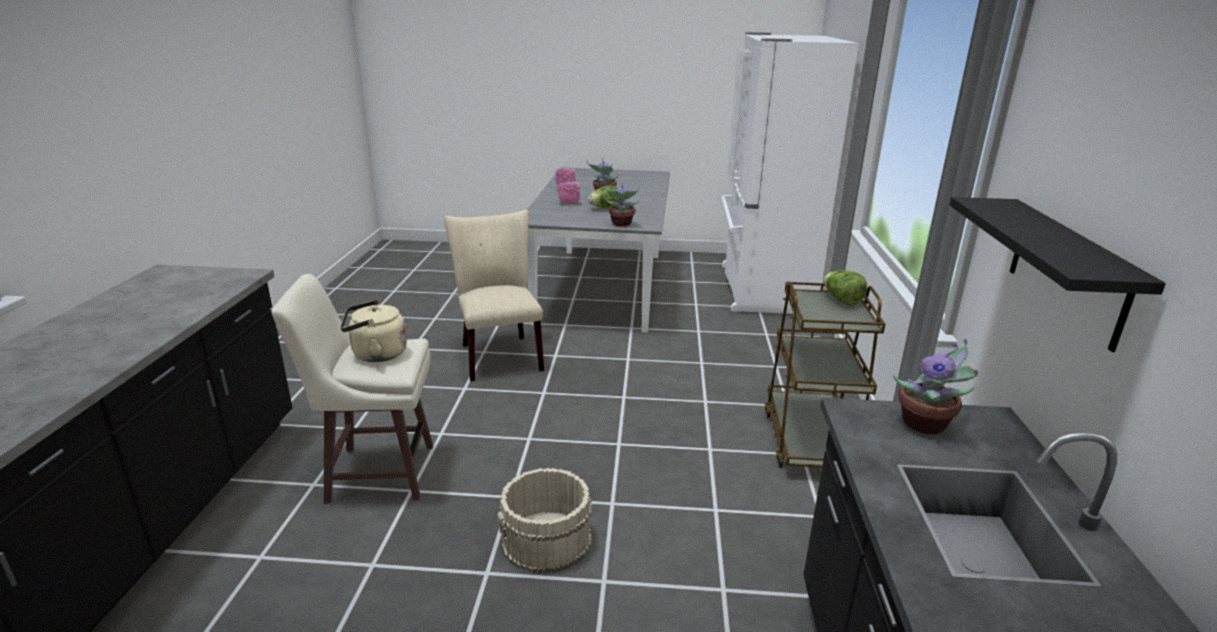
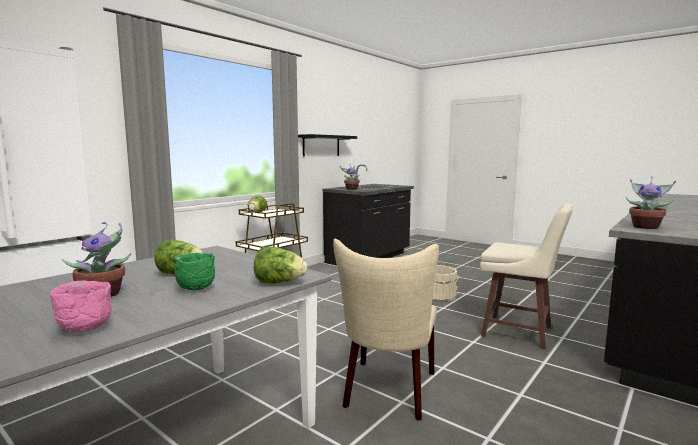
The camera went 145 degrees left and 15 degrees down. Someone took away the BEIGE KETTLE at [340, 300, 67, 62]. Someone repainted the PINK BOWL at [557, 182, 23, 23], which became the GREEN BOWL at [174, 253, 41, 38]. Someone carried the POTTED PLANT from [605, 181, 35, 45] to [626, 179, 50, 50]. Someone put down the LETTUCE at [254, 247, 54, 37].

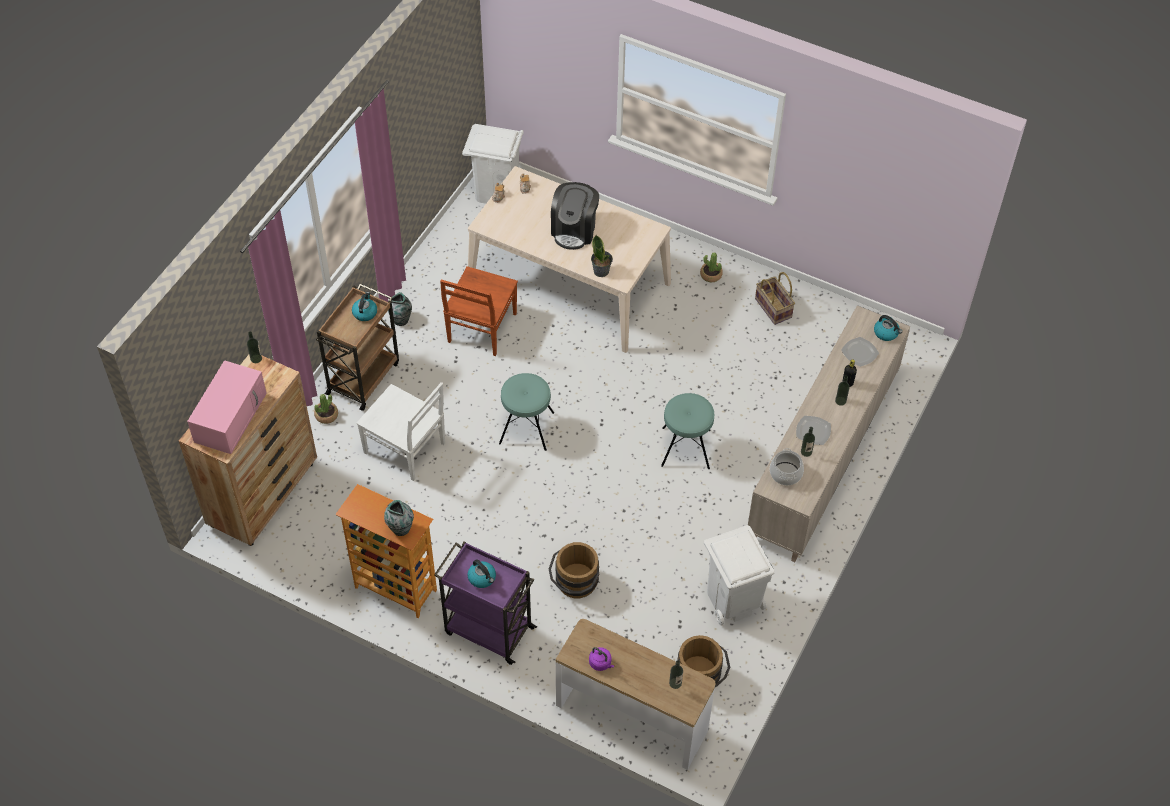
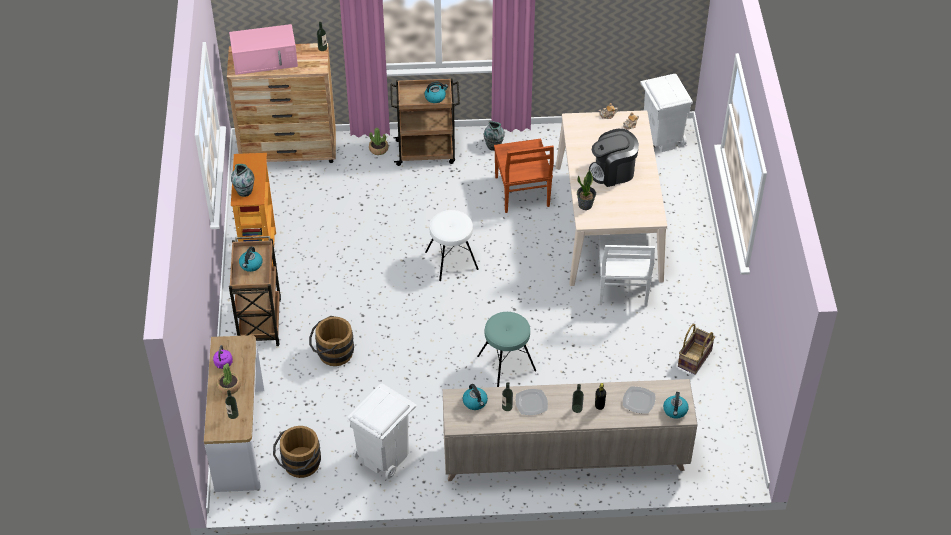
The camera went 60 degrees right and 5 degrees down. Someone carried the WHITE CHAIR from [356, 382, 89, 99] to [599, 234, 56, 72]. Someone repainted the PURPLE CART at [434, 541, 103, 124], which became the BROWN CART at [229, 236, 52, 110]. Someone rotated the BROWN CHAIR at [440, 266, 78, 90] by 90 degrees counterclockwise. Someone repainted the TURQUOISE STOOL at [499, 373, 55, 78], which became the WHITE STOOL at [425, 210, 54, 71]. Someone carried the POTTED PLANT from [700, 252, 23, 30] to [217, 363, 24, 32]. Someone swapped the COOKING POT at [770, 448, 34, 38] for the KETTLE at [463, 384, 25, 26].

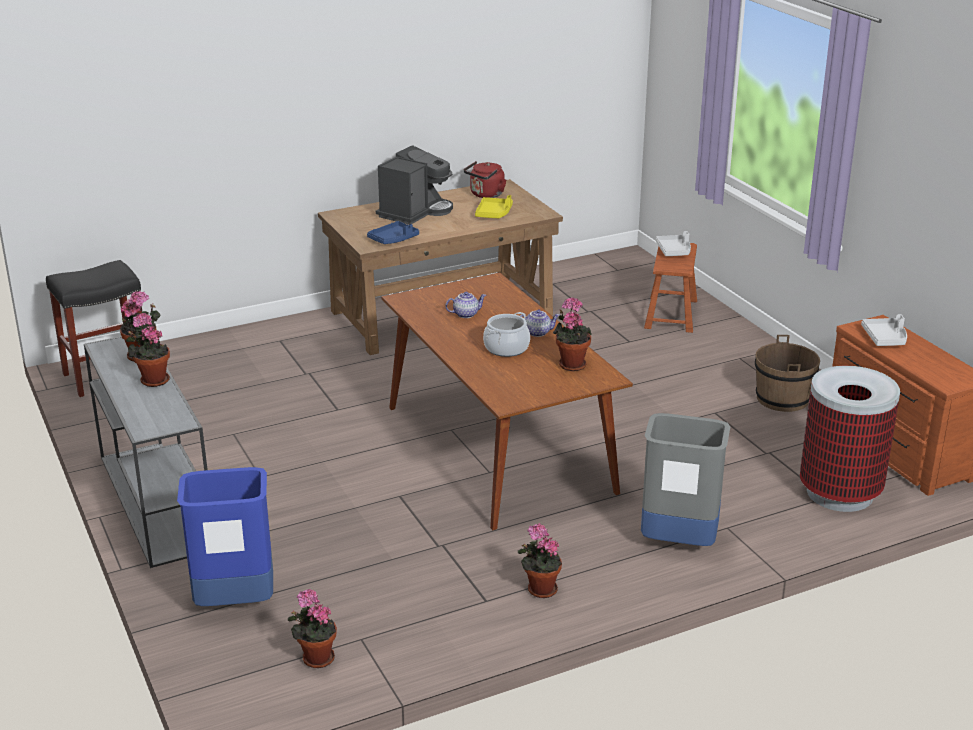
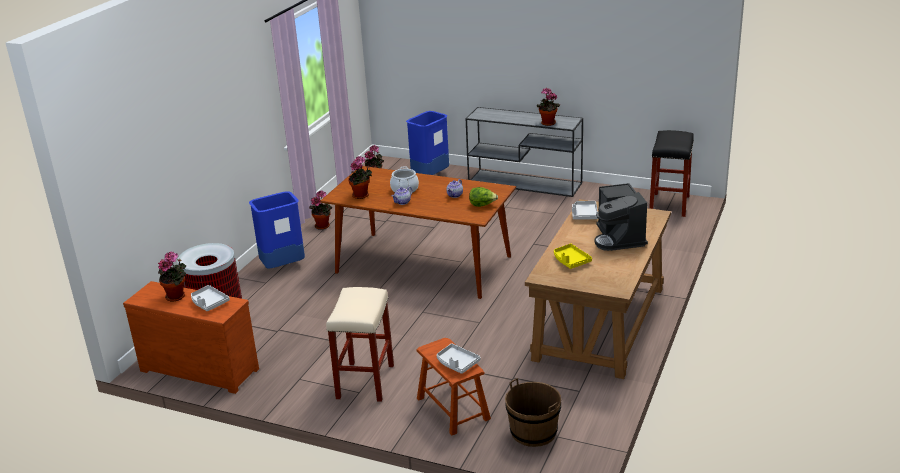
The camera went 140 degrees right and 0 degrees up. Someone carried the POTTED PLANT from [126, 313, 44, 74] to [158, 251, 28, 50]. Someone repainted the BLUE TRAY at [367, 221, 52, 23], which became the GREY TRAY at [572, 201, 26, 19]. Someone took away the RED KETTLE at [464, 161, 42, 37]. Someone repainted the GREY TRASH CAN at [641, 413, 89, 133], which became the BLUE TRASH CAN at [249, 191, 56, 78]. Someone carried the BROWN BUCKET from [755, 335, 65, 77] to [505, 378, 56, 69]. Someone put down the BEIGE STOOL at [326, 287, 68, 115]. Someone put down the LETTUCE at [469, 187, 29, 20].

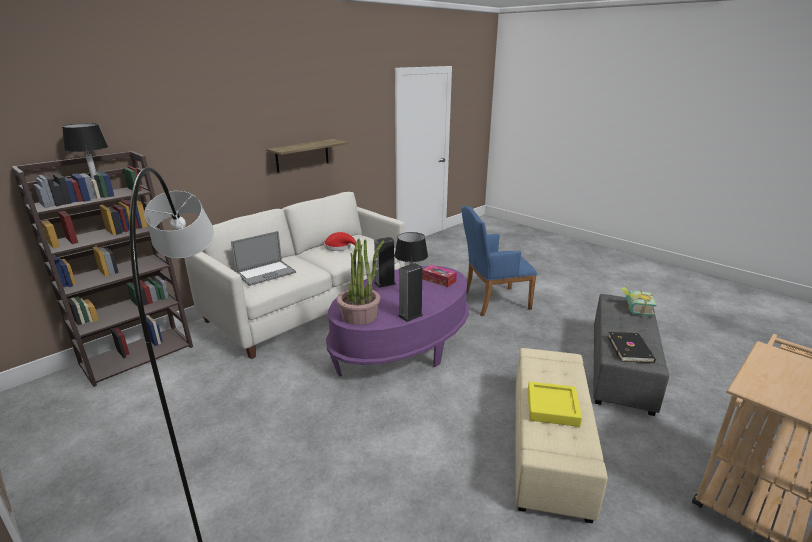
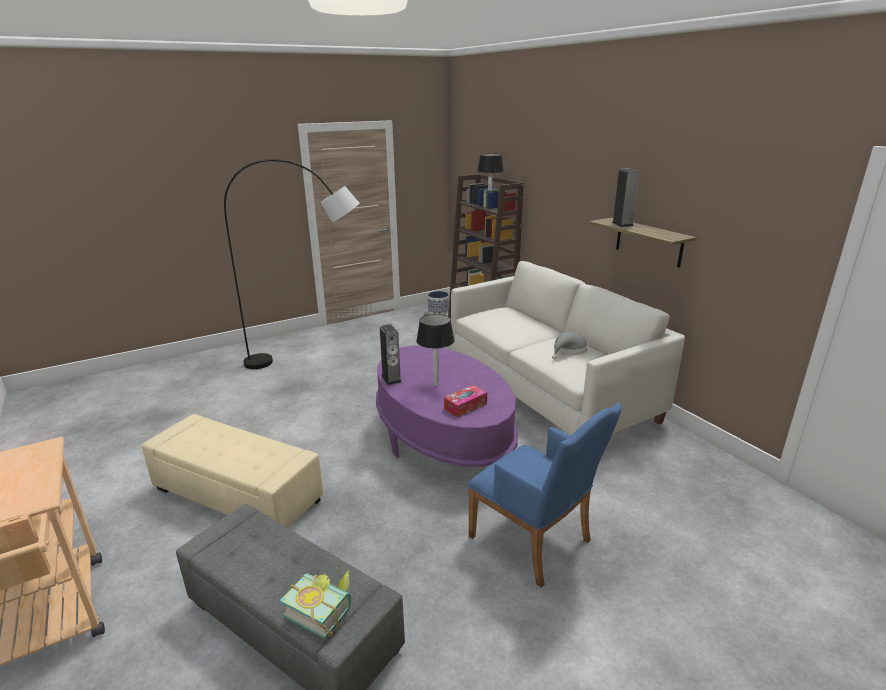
The camera went 105 degrees right and 0 degrees up. Someone took away the LAPTOP at [231, 231, 65, 55]. Someone repainted the RED HAT at [324, 232, 34, 20], which became the GREY HAT at [552, 331, 36, 28]. Someone took away the POTTED PLANT at [337, 239, 47, 86]. Someone carried the SPEAKER from [374, 237, 22, 51] to [611, 169, 29, 58]. Someone rotated the BLUE ARMCHAIR at [462, 206, 75, 110] by 135 degrees clockwise. Someone took away the YELLOW TRAY at [528, 382, 54, 45]. Someone took away the BLACK BOOK at [607, 332, 49, 31]. Someone put down the PLANTER at [428, 291, 21, 24].

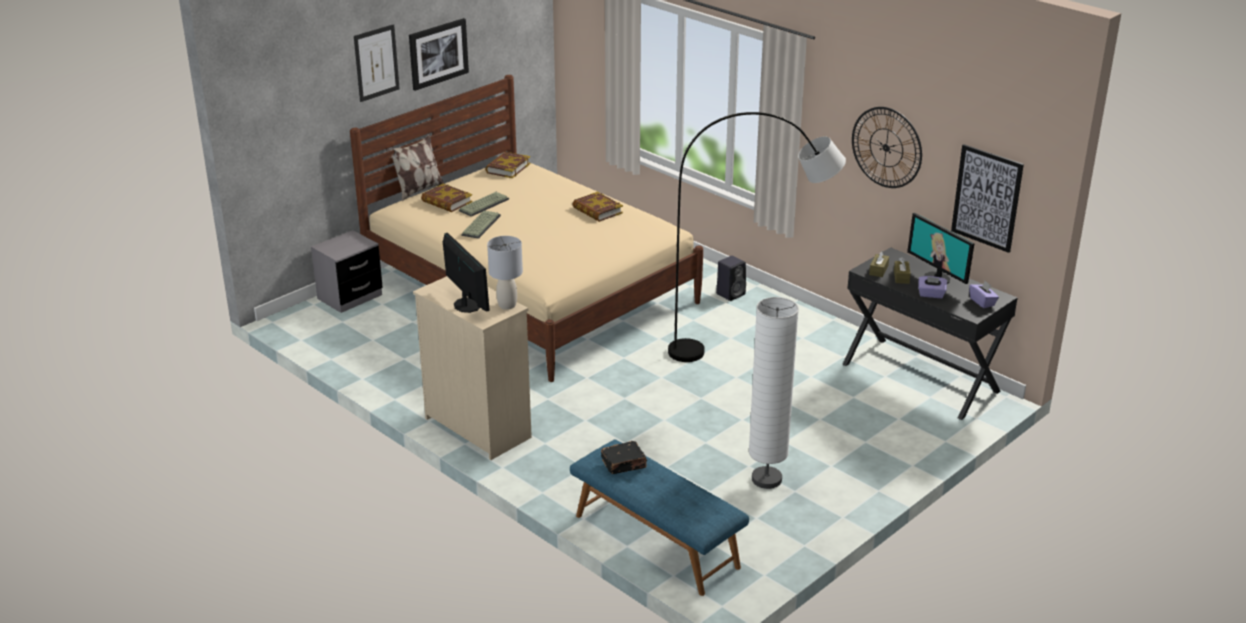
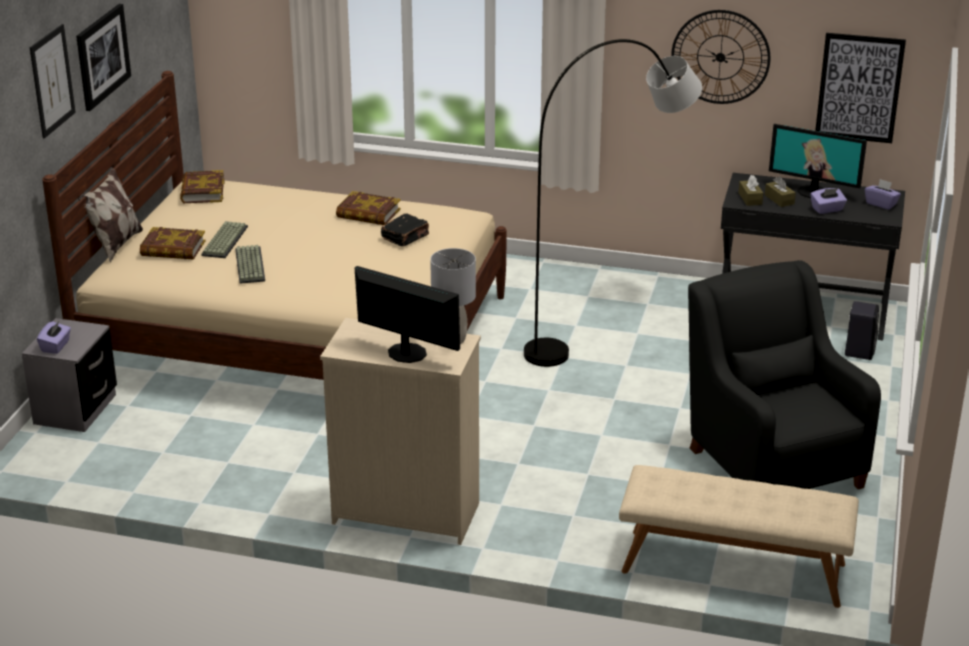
The camera went 30 degrees left and 0 degrees up. Someone repainted the BLUE BENCH at [570, 440, 179, 156], which became the BEIGE BENCH at [619, 465, 240, 143]. Someone carried the BLACK BOOK from [601, 441, 46, 33] to [381, 213, 48, 33]. Someone carried the BLACK SPEAKER from [716, 256, 30, 45] to [845, 301, 34, 59]. Someone swapped the WHITE FLOOR LAMP at [749, 297, 50, 192] for the BLACK ARMCHAIR at [688, 260, 193, 229]. Someone put down the PURPLE TISSUE BOX at [37, 320, 34, 34].

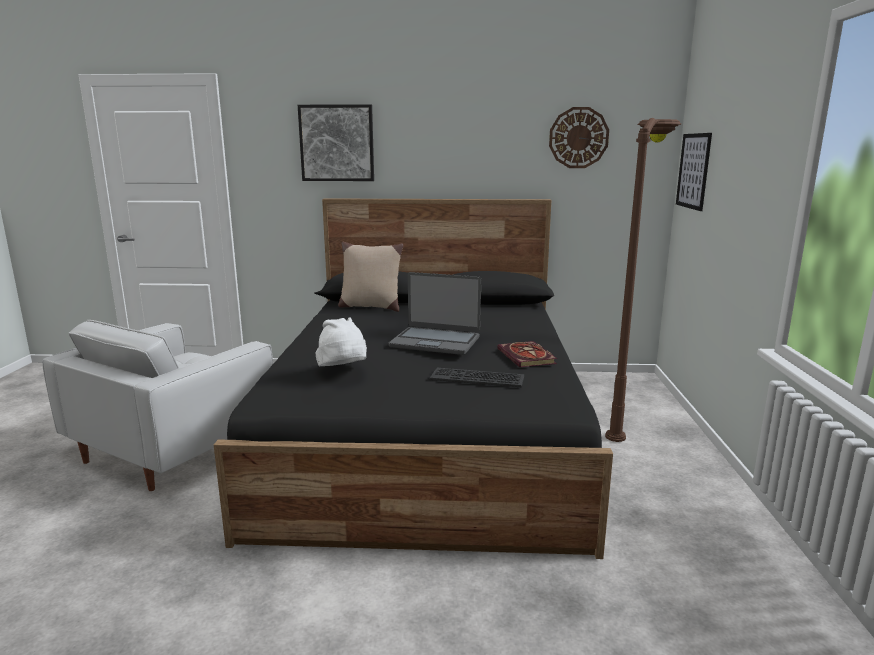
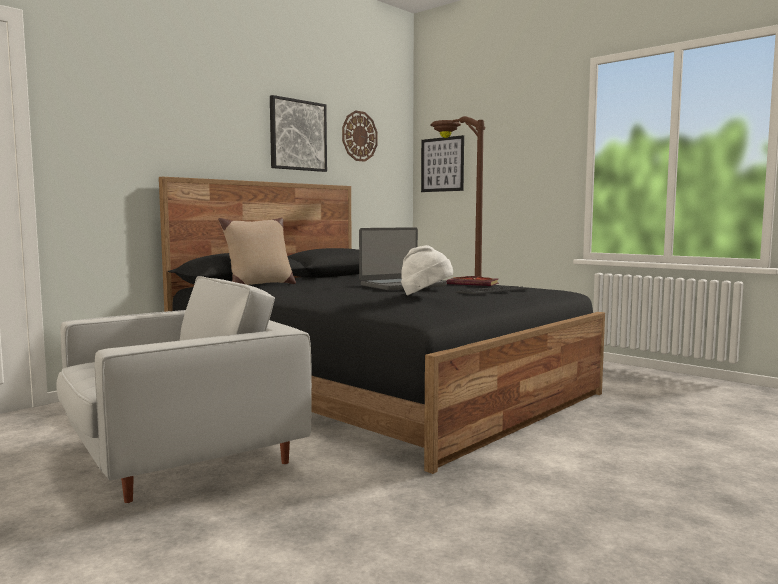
The camera went 50 degrees left and 10 degrees down. Someone rotated the WHITE ARMCHAIR at [42, 320, 231, 171] by 105 degrees counterclockwise. Someone carried the PICTURE from [298, 104, 76, 77] to [270, 95, 57, 77].

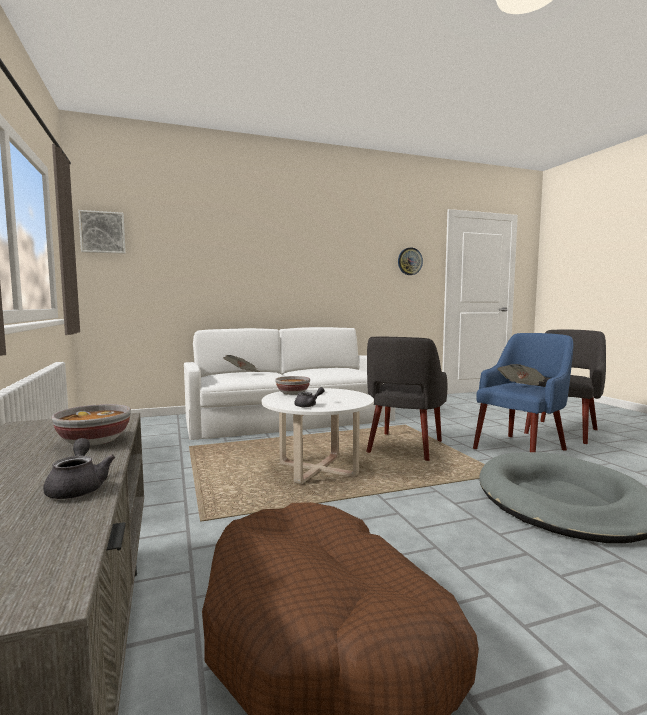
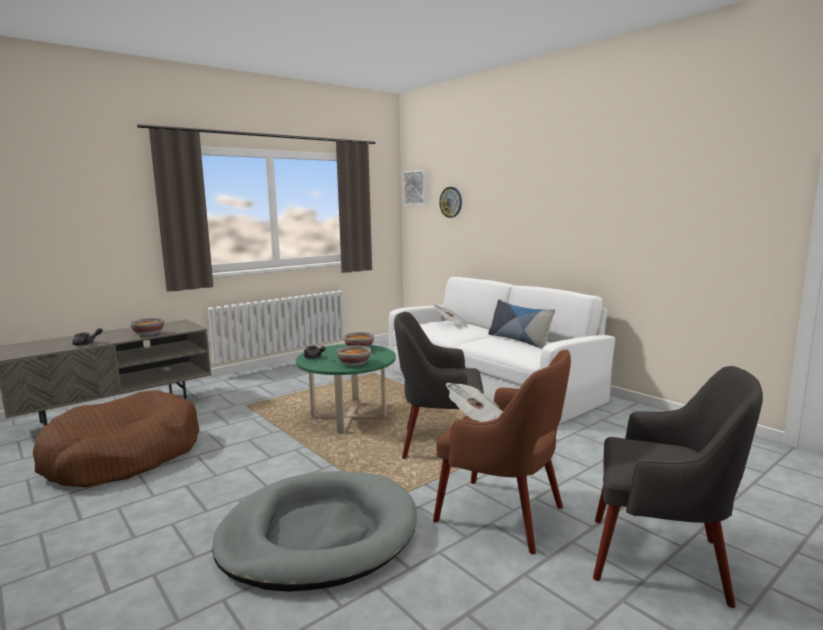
The camera went 70 degrees right and 5 degrees up. Someone repainted the WHITE COFFEE TABLE at [262, 388, 112, 96], which became the GREEN COFFEE TABLE at [296, 344, 100, 89]. Someone carried the WALL CLOCK from [398, 247, 25, 28] to [439, 187, 23, 31]. Someone repainted the BLUE ARMCHAIR at [473, 333, 100, 119], which became the BROWN ARMCHAIR at [433, 349, 138, 205]. Someone put down the BOWL at [337, 346, 34, 20]. Someone put down the PILLOW at [488, 300, 67, 49].

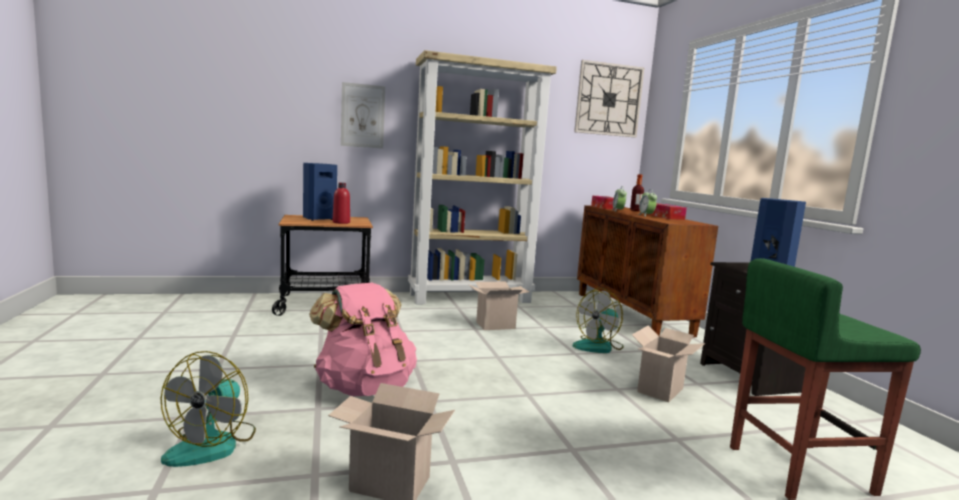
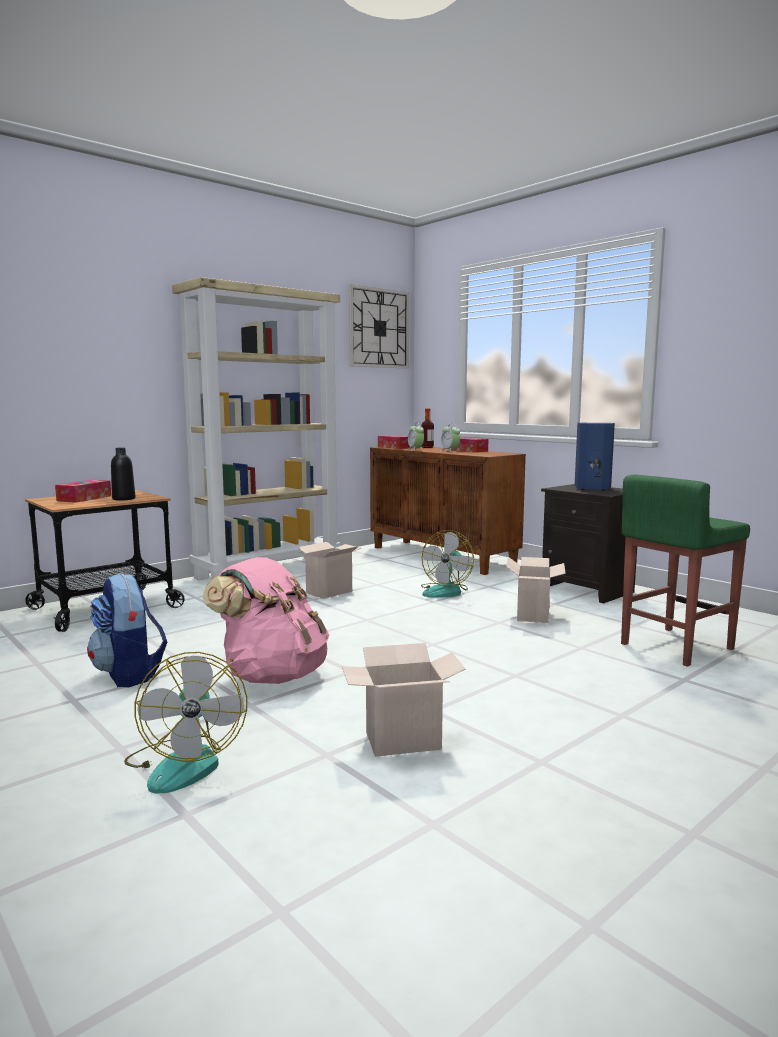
The camera went 25 degrees left and 0 degrees up. Someone swapped the BLUE SPEAKER at [303, 163, 34, 58] for the TISSUE BOX at [55, 480, 56, 23]. Someone repainted the RED BOTTLE at [333, 183, 17, 41], which became the BLACK BOTTLE at [111, 448, 25, 53]. Someone took away the PICTURE at [341, 82, 44, 67]. Someone put down the BACKPACK at [87, 573, 80, 114].

